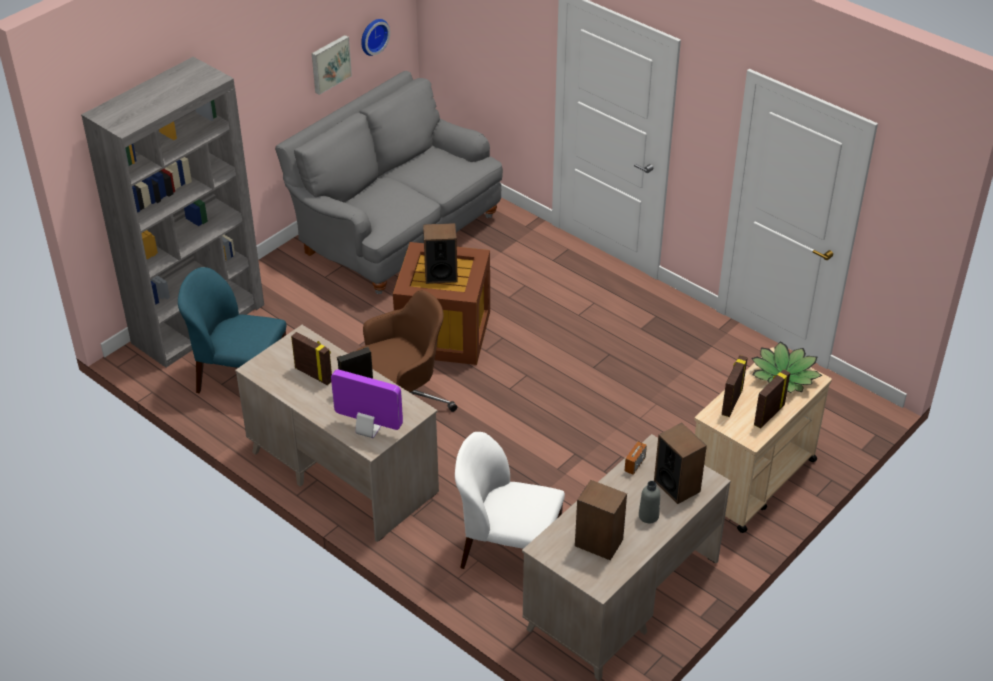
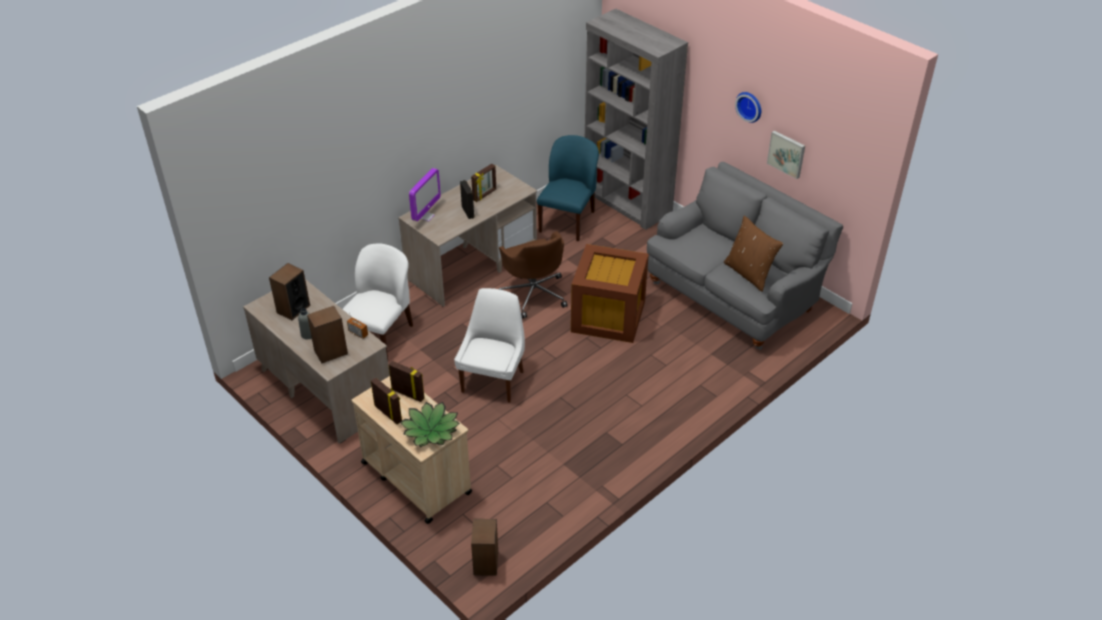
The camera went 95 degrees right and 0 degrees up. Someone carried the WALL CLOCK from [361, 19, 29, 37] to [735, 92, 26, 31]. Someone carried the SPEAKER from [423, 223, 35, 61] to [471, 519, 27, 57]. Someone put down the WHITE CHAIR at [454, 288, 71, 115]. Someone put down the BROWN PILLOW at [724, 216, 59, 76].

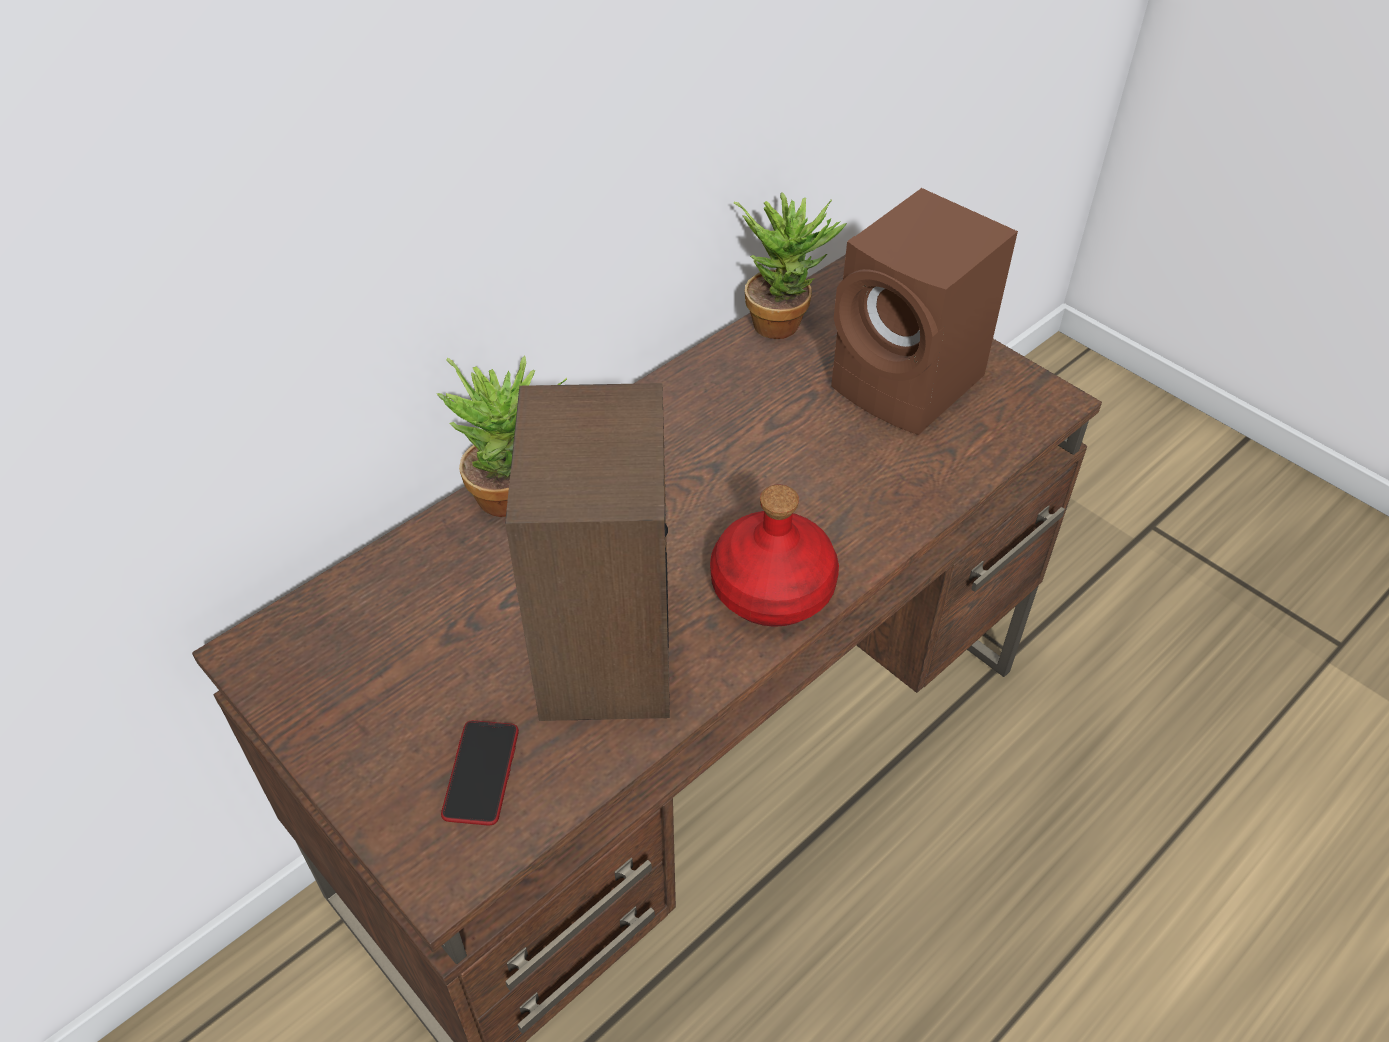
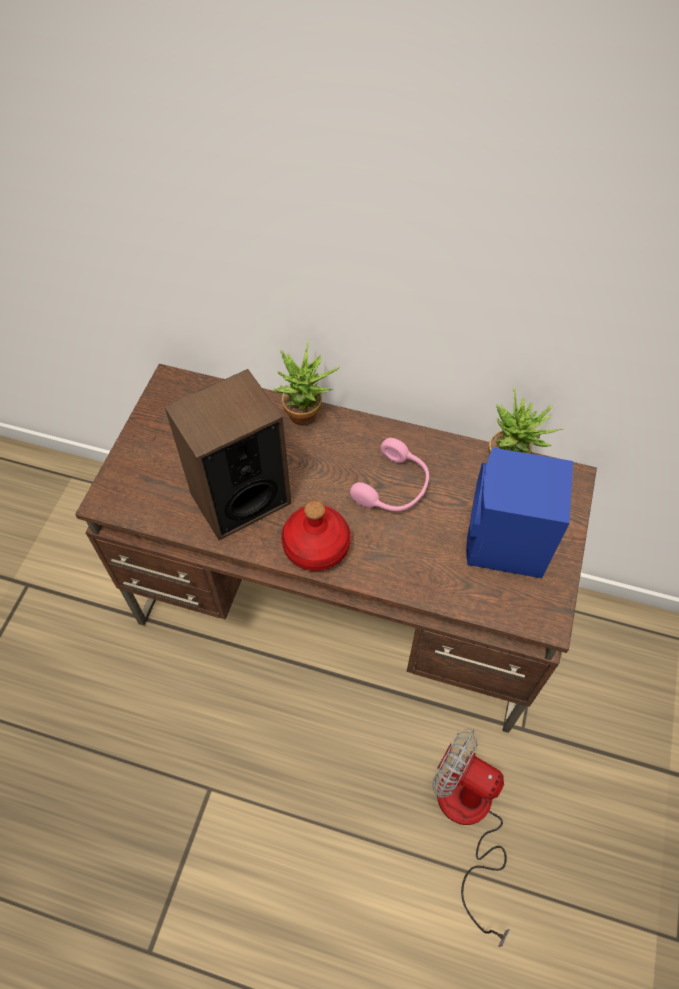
The camera went 60 degrees right and 10 degrees up. Someone took away the PHONE at [441, 720, 78, 105]. Someone repainted the BROWN SPEAKER at [831, 188, 187, 247], which became the BLUE SPEAKER at [466, 447, 107, 131]. Someone put down the PINK HEADPHONES at [350, 438, 79, 73]. Someone put down the FAN at [433, 729, 77, 218].

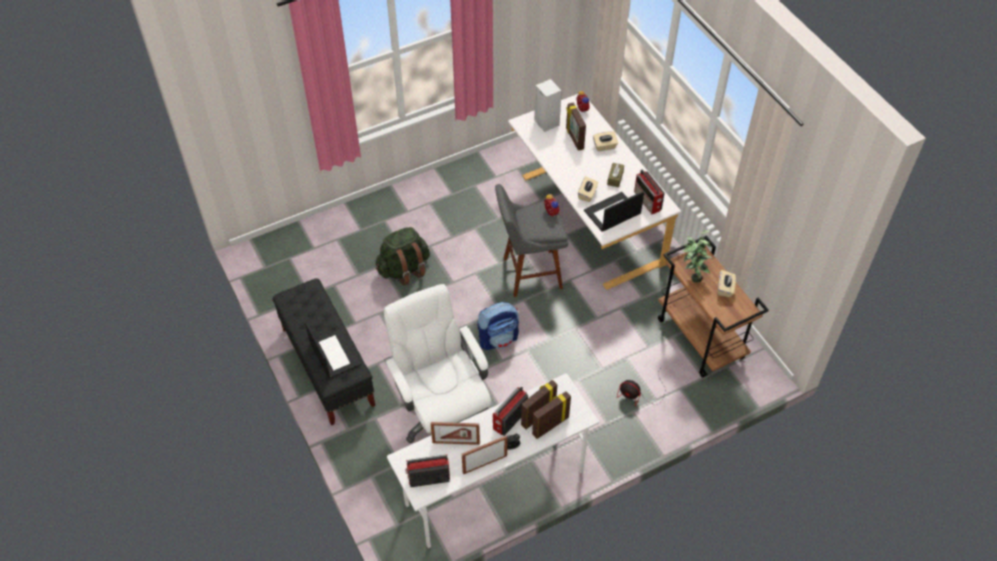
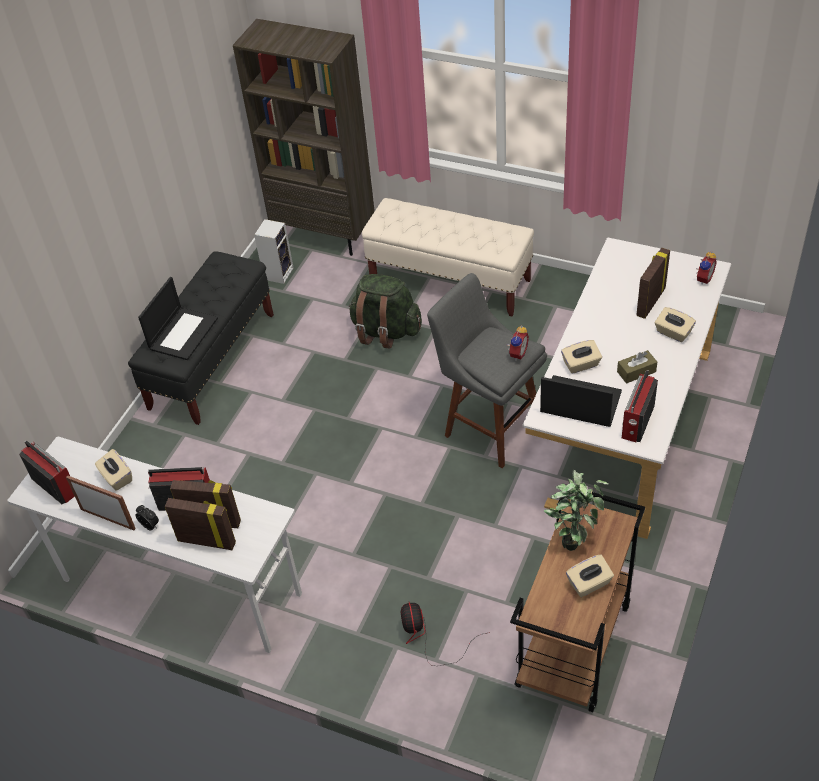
The camera went 55 degrees right and 5 degrees down. Someone took away the WHITE OFFICE CHAIR at [384, 284, 108, 159]. Someone swapped the PICTURE FRAME at [431, 422, 49, 23] for the BEIGE TISSUE BOX at [95, 449, 37, 42]. Someone took away the BACKPACK at [477, 302, 42, 48]. Someone carried the SPEAKER from [534, 79, 28, 53] to [254, 219, 40, 65]. Someone put down the BROWN BOOKCASE at [233, 19, 142, 237]. Someone put down the BEIGE BENCH at [362, 198, 172, 118].

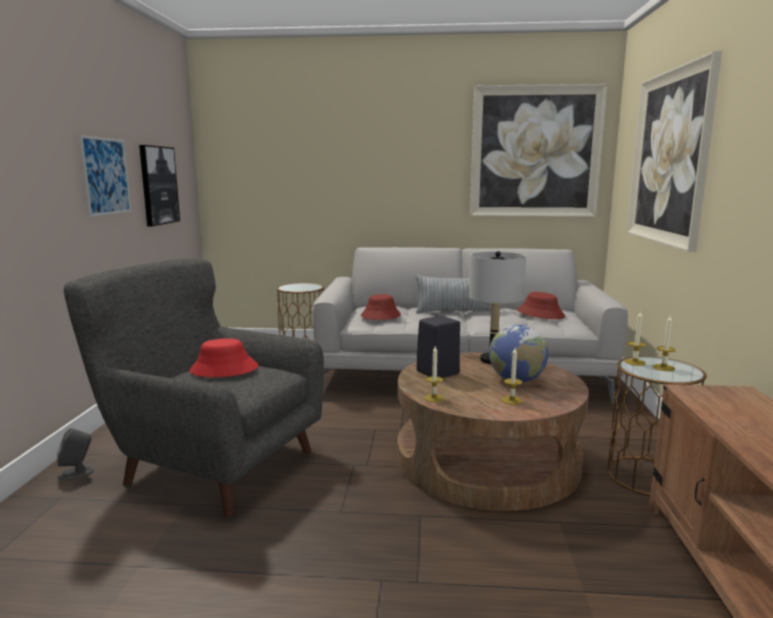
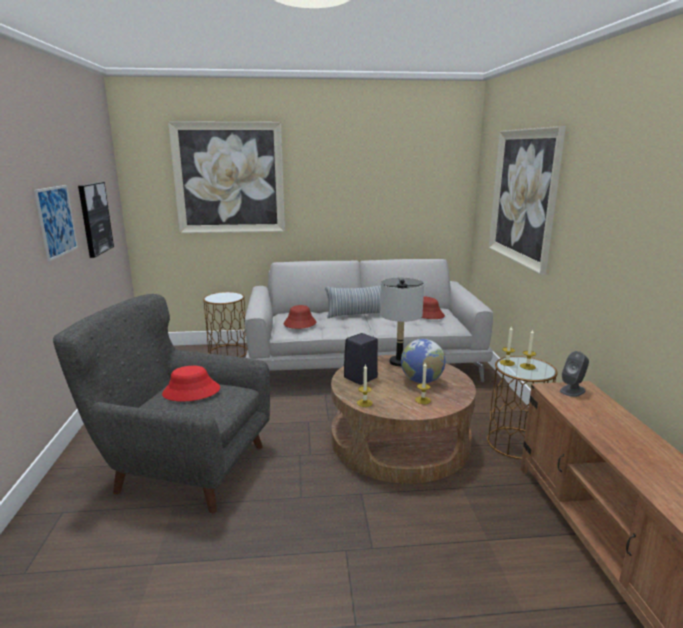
The camera went 10 degrees left and 5 degrees up. Someone carried the GREY SPEAKER from [57, 428, 37, 53] to [560, 351, 29, 46]. Someone carried the PICTURE from [470, 84, 138, 133] to [168, 121, 117, 112].

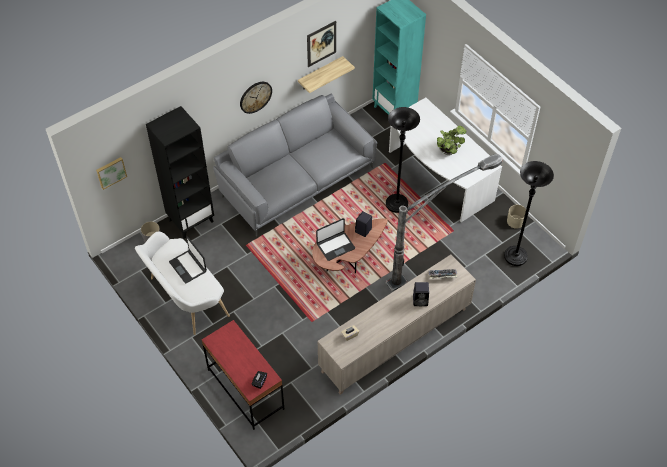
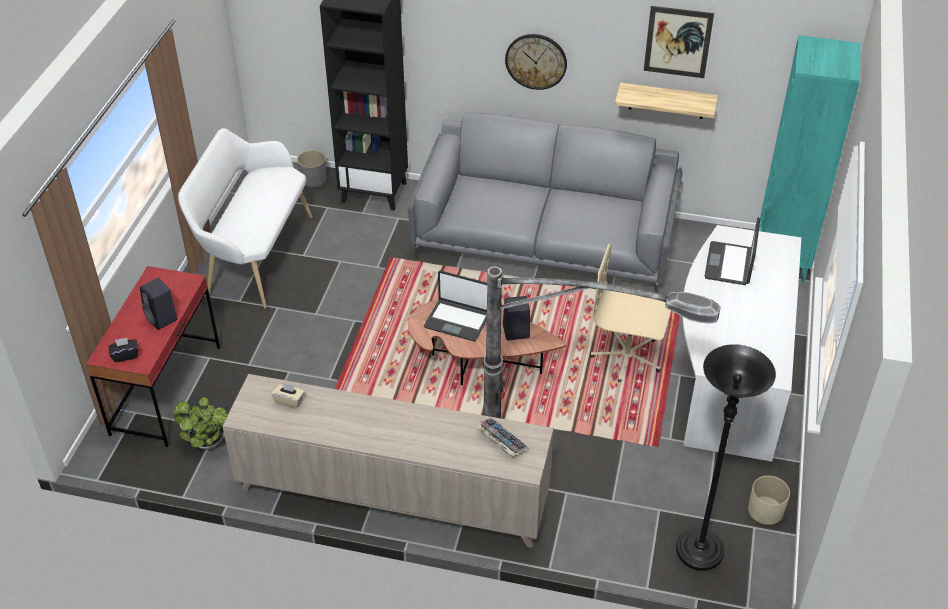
The camera went 50 degrees right and 10 degrees down. Someone took away the PICTURE at [96, 157, 31, 33]. Someone carried the LAPTOP from [169, 237, 38, 46] to [705, 217, 55, 68]. Someone swapped the BLACK FLOOR LAMP at [386, 107, 34, 106] for the BEIGE OFFICE CHAIR at [590, 244, 81, 138]. Someone carried the BLACK SPEAKER from [413, 282, 16, 24] to [140, 278, 37, 52]. Someone carried the POTTED PLANT from [437, 126, 29, 29] to [173, 397, 56, 53].

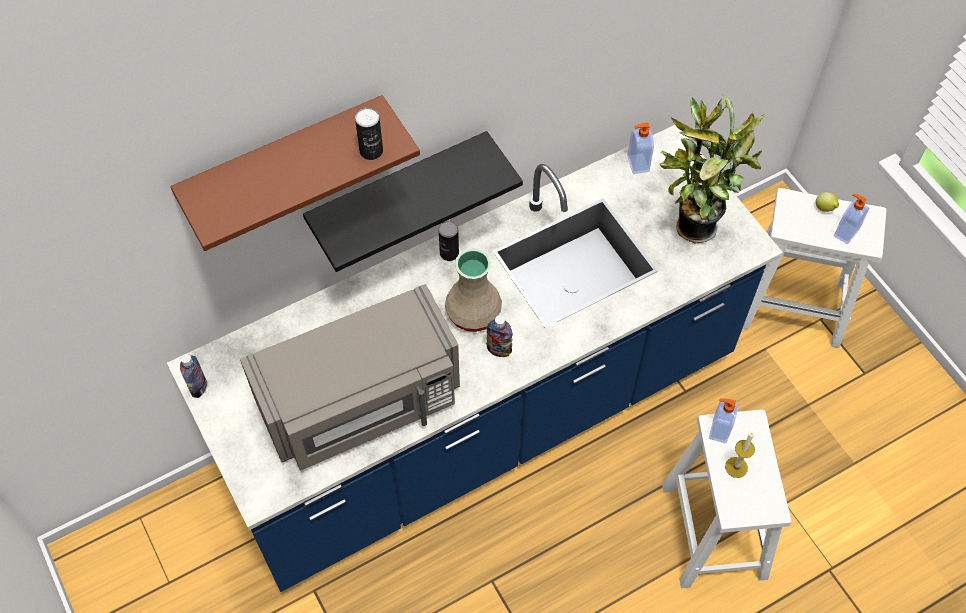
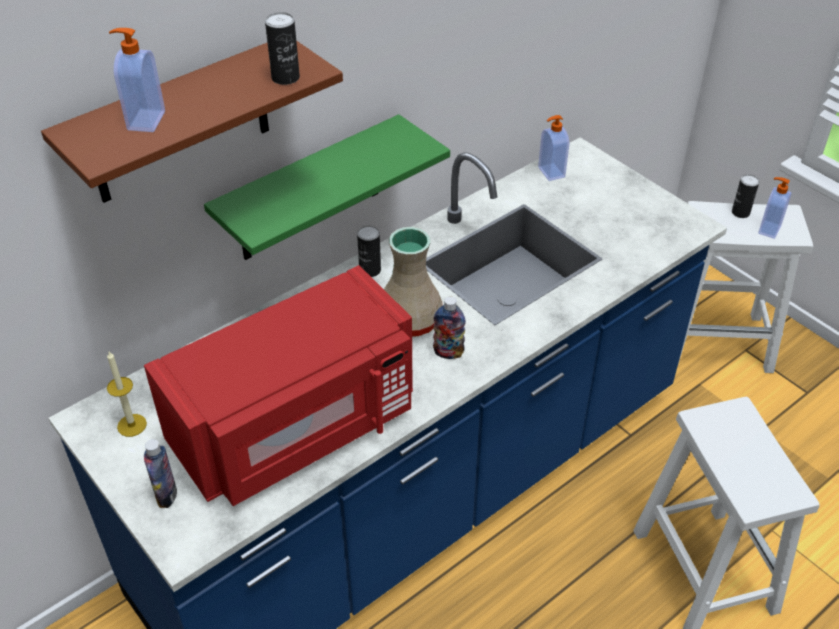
The camera went 10 degrees left and 15 degrees down. Someone carried the BOTTLE from [180, 354, 27, 44] to [144, 439, 33, 69]. Someone repainted the GREY MICROWAVE at [240, 284, 220, 186], which became the RED MICROWAVE at [144, 265, 269, 241]. Someone repainted the BLACK SHELF at [303, 131, 220, 141], which became the GREEN SHELF at [204, 114, 246, 146]. Someone took away the POTTED PLANT at [660, 94, 104, 149]. Someone carried the SOAP DISPENSER from [709, 398, 30, 45] to [109, 28, 56, 104]. Someone carried the CANDLE from [725, 432, 30, 46] to [107, 352, 40, 85]. Someone swapped the LEMON at [816, 192, 23, 20] for the CAN at [732, 174, 27, 44].

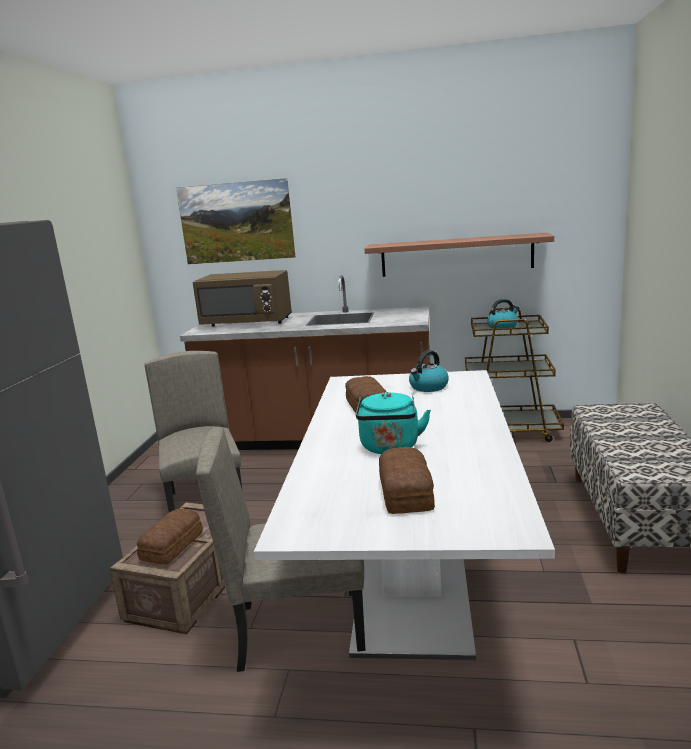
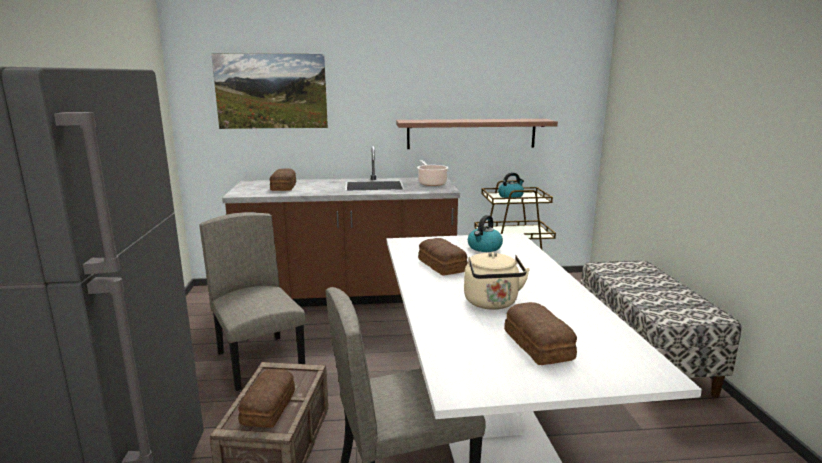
The camera went 15 degrees left and 0 degrees up. Someone swapped the BROWN MICROWAVE at [193, 270, 99, 57] for the BREAD at [270, 168, 26, 23]. Someone repainted the TURQUOISE KETTLE at [356, 392, 75, 62], which became the BEIGE KETTLE at [464, 252, 66, 58]. Someone put down the COOKING POT at [417, 160, 32, 26].

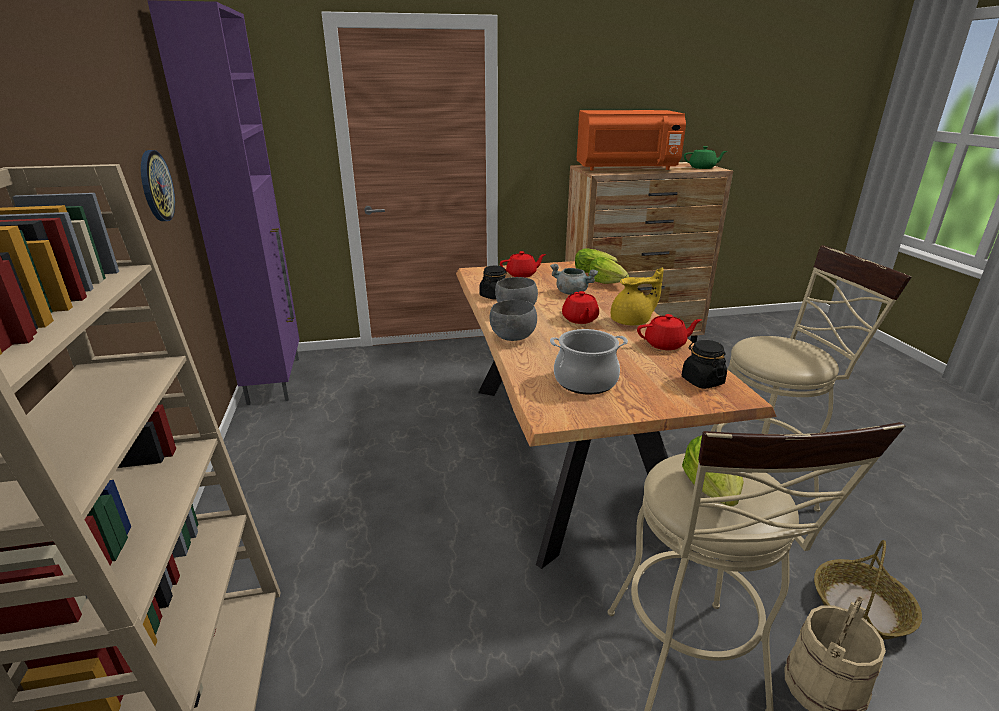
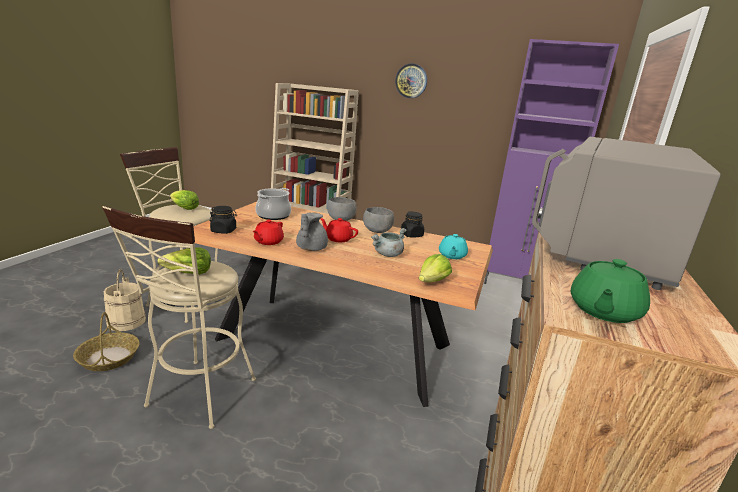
The camera went 120 degrees right and 5 degrees down. Someone carried the WALL CLOCK from [141, 150, 34, 71] to [395, 63, 32, 35]. Someone repainted the RED TEAPOT at [500, 251, 46, 27], which became the TURQUOISE TEAPOT at [439, 234, 29, 25]. Someone repainted the ORANGE MICROWAVE at [577, 110, 109, 60], which became the GREY MICROWAVE at [532, 136, 189, 154]. Someone carried the LETTUCE from [588, 257, 41, 27] to [158, 248, 53, 26]. Someone repainted the YELLOW TEAPOT at [611, 268, 53, 57], which became the GREY TEAPOT at [296, 212, 32, 39].

